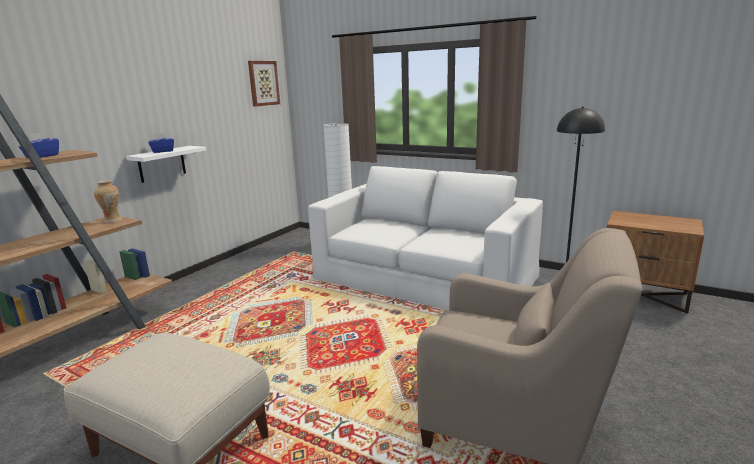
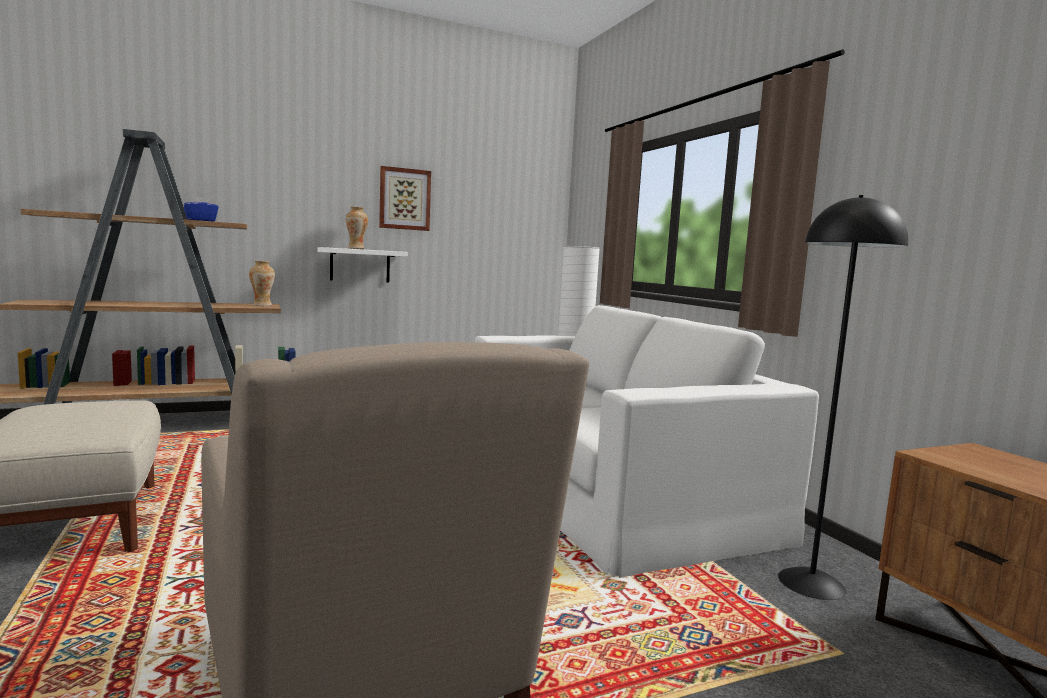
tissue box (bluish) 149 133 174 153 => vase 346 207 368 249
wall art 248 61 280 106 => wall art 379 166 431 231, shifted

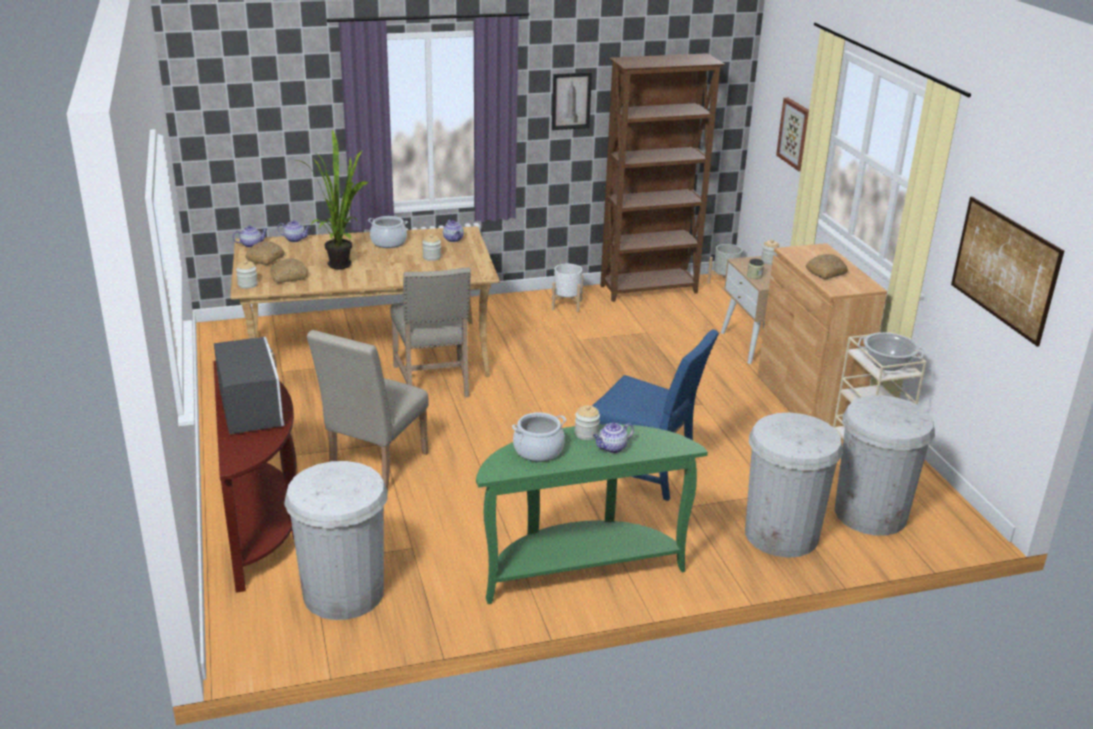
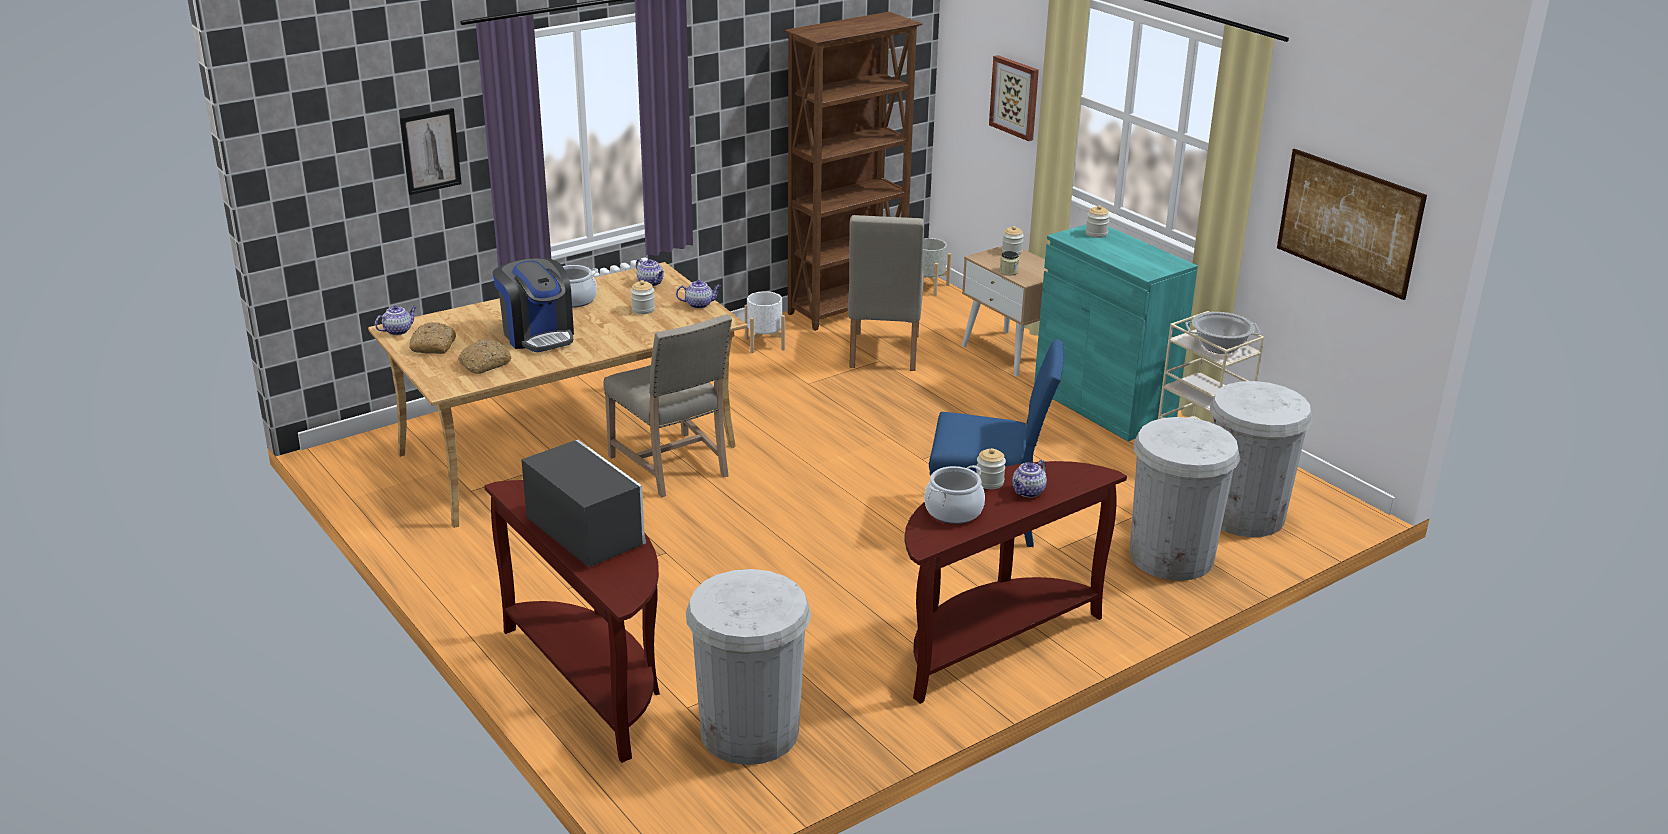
jar 236 260 258 289 => jar 1086 205 1110 238, shifted
pot for tea 278 220 310 242 => pot for tea 676 280 721 309, shifted
houseplant 296 129 368 269 => coffee machine 493 258 574 352
plain chair (beige) 307 330 429 490 => plain chair (beige) 848 215 924 371, shifted
narrow table (greenish) 476 424 708 604 => narrow table (brownish) 904 461 1127 704
wall art 552 72 592 130 => wall art 400 108 462 195, shifted
cabinet (brownish) 758 243 887 427 => cabinet (turquoise) 1034 224 1198 441
bakery bread 806 254 848 279 => nothing

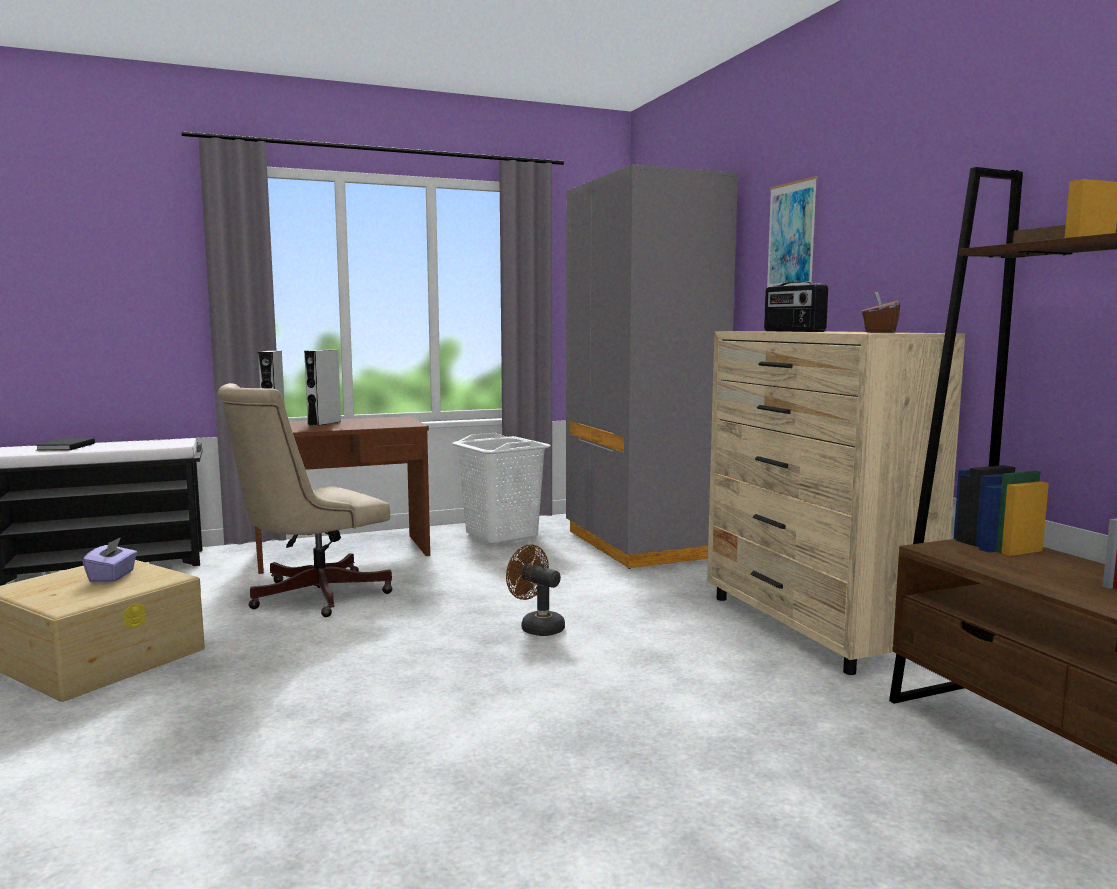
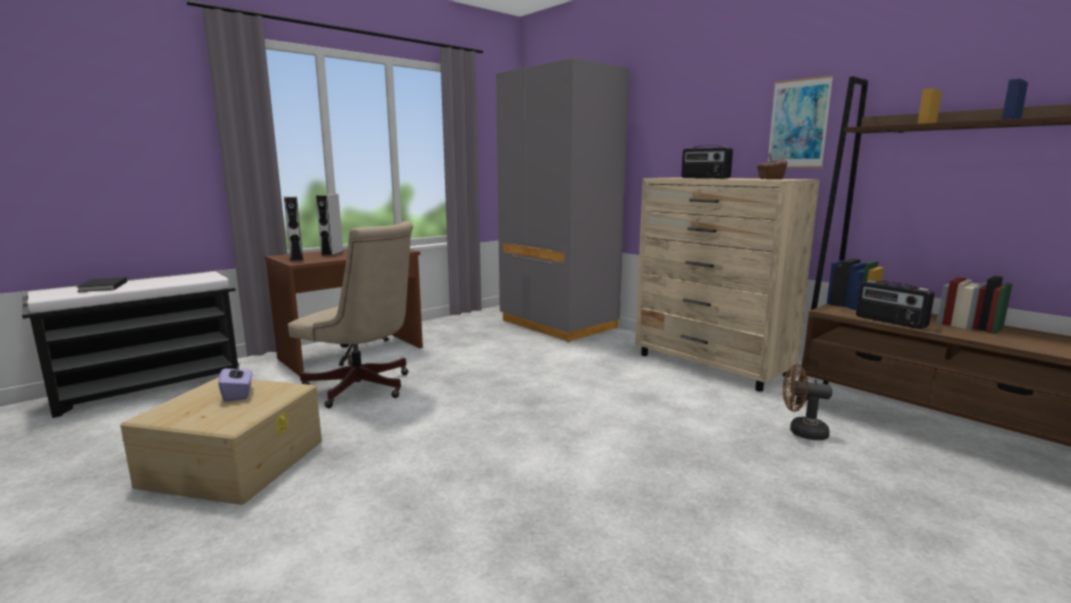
office chair (beige) 218 383 393 617 => office chair (beige) 288 221 413 408, 90 degrees counterclockwise
hamper (whitish) 452 433 550 544 => nothing
fan (brownish) 506 544 565 636 => fan (brownish) 783 365 832 440, shifted
wall art 767 176 818 288 => wall art 768 75 833 168, shifted
nothing => radio 856 280 934 329

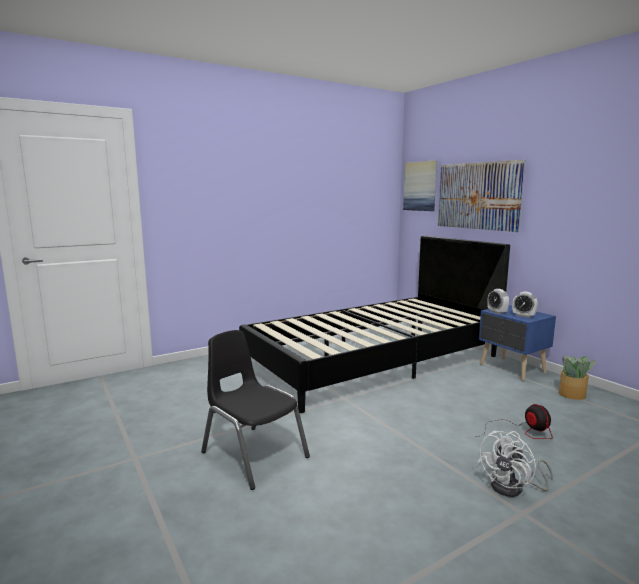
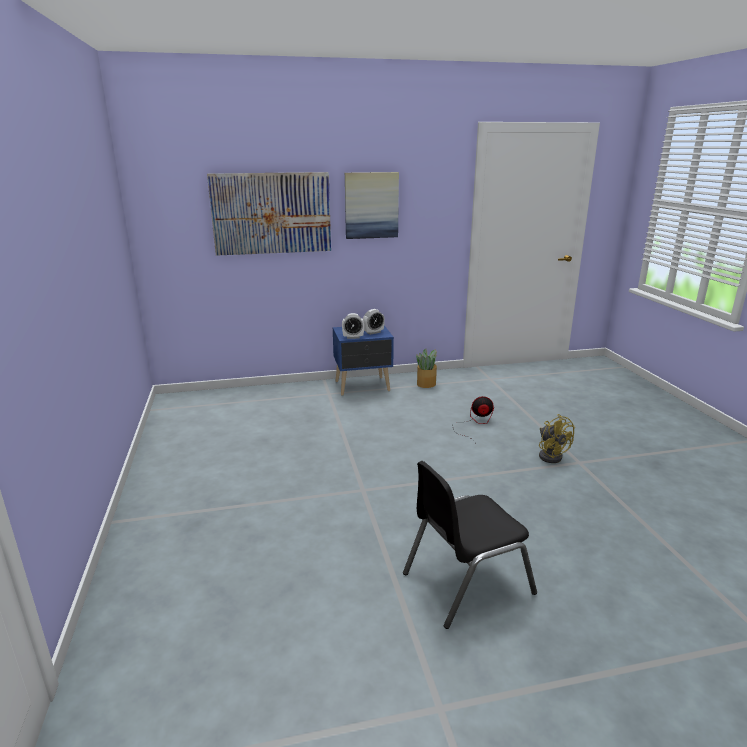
bedroom bed (black) 239 235 510 413 => nothing
wall art 403 160 437 211 => wall art 345 172 399 239, shifted
fan (whitish) 478 431 553 497 => fan (yellow-coloured) 539 414 575 463

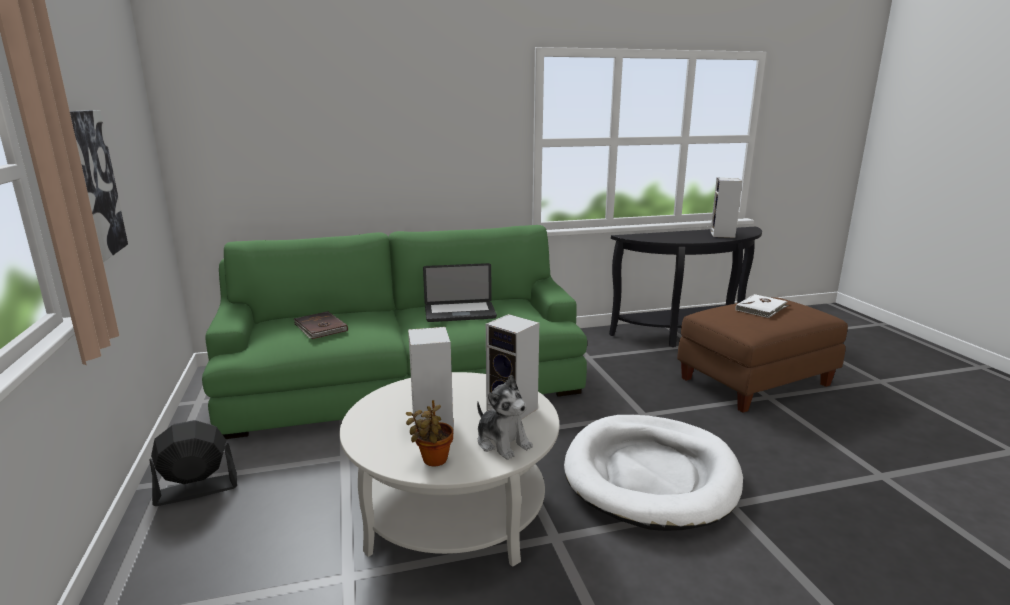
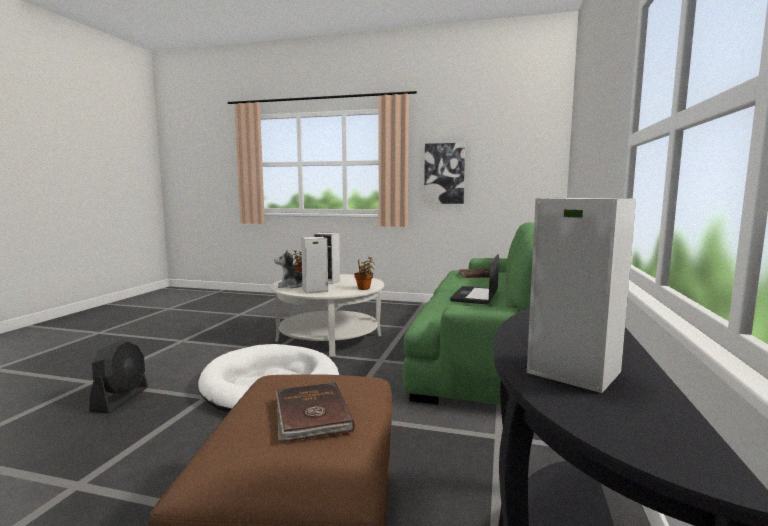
fan (black) 150 420 237 506 => fan (black) 89 339 148 413, shifted
volume (whitish) 735 294 789 318 => volume (brownish) 276 382 355 442
nothing => houseplant 354 257 374 290

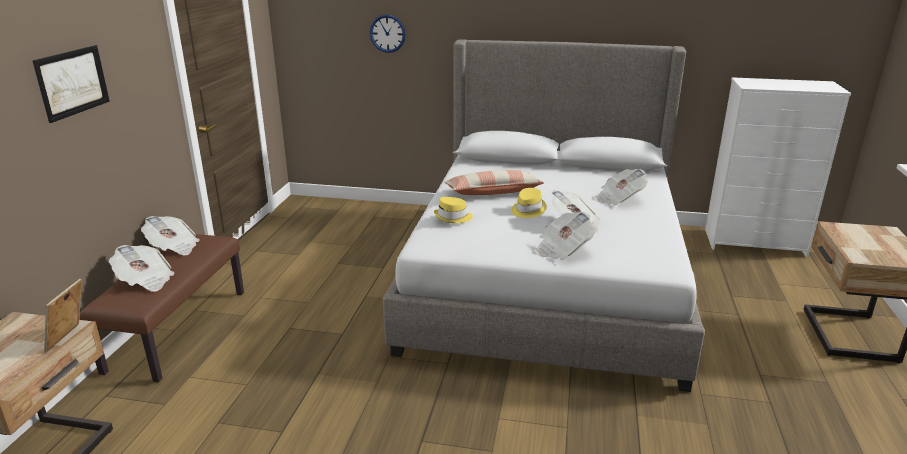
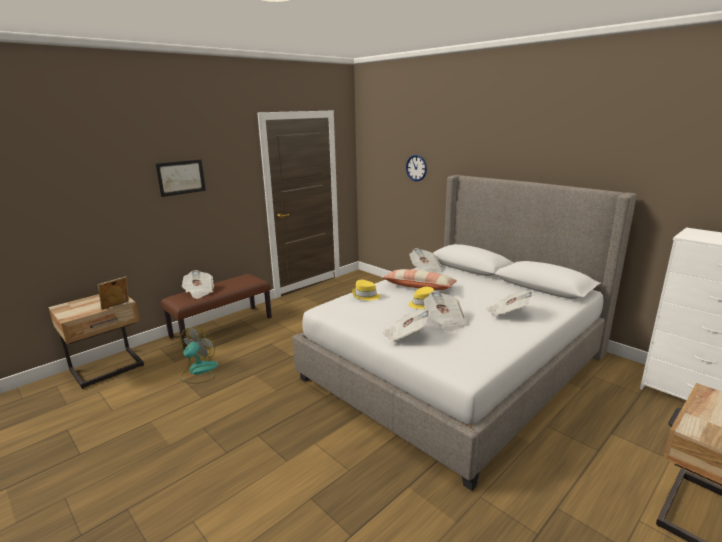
daily paper 141 216 200 255 => daily paper 409 248 442 273, shifted
nothing => fan 180 327 218 383

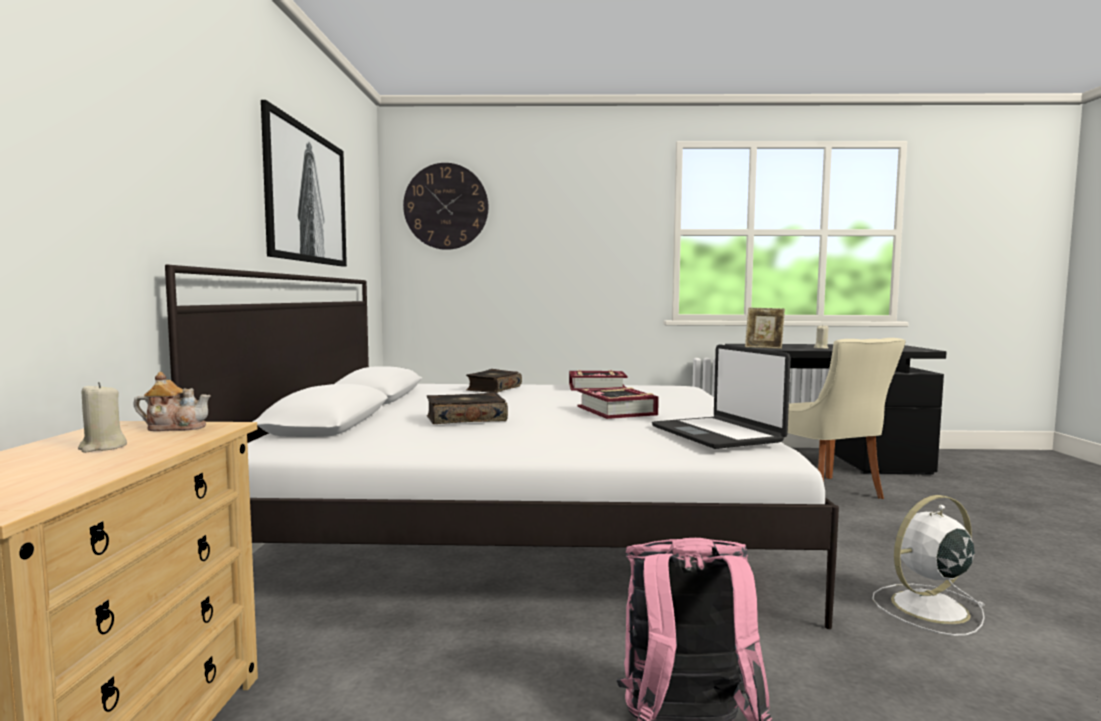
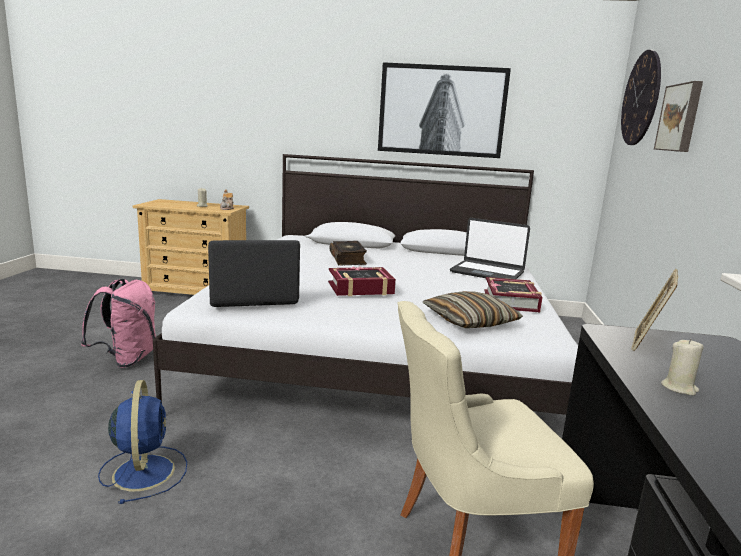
volume 466 369 522 393 => notebook computer 450 218 530 279
fan (whitish) 872 495 986 636 => fan (bluish) 98 380 187 504
nothing => pillow 423 291 523 328
nothing => wall art 654 81 703 152

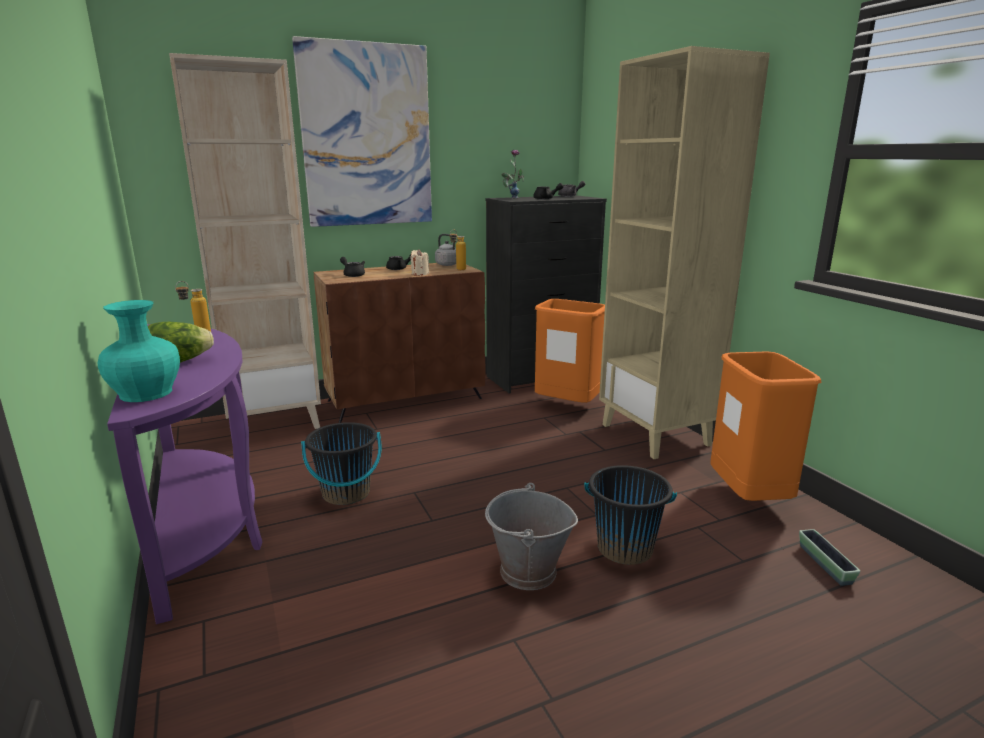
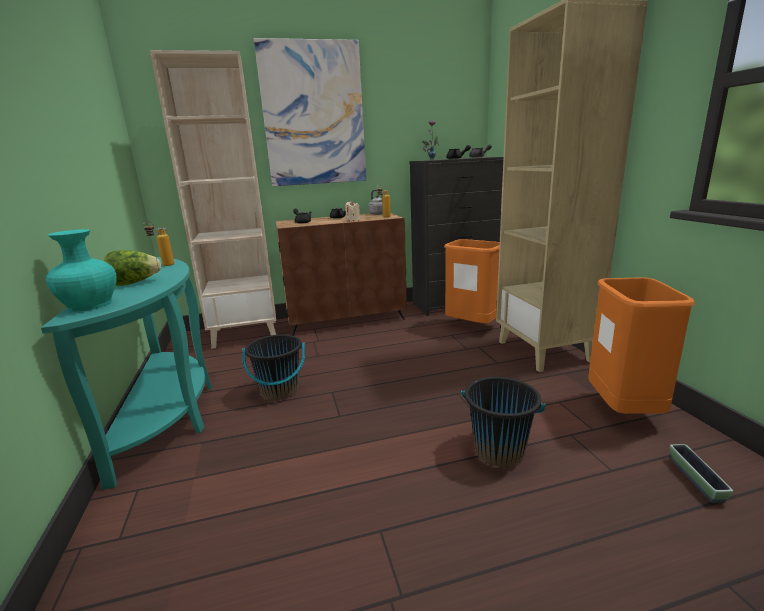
narrow table (purplish) 107 324 263 624 => narrow table (turquoise) 41 257 213 490
water bucket (gray) 485 483 578 590 => nothing

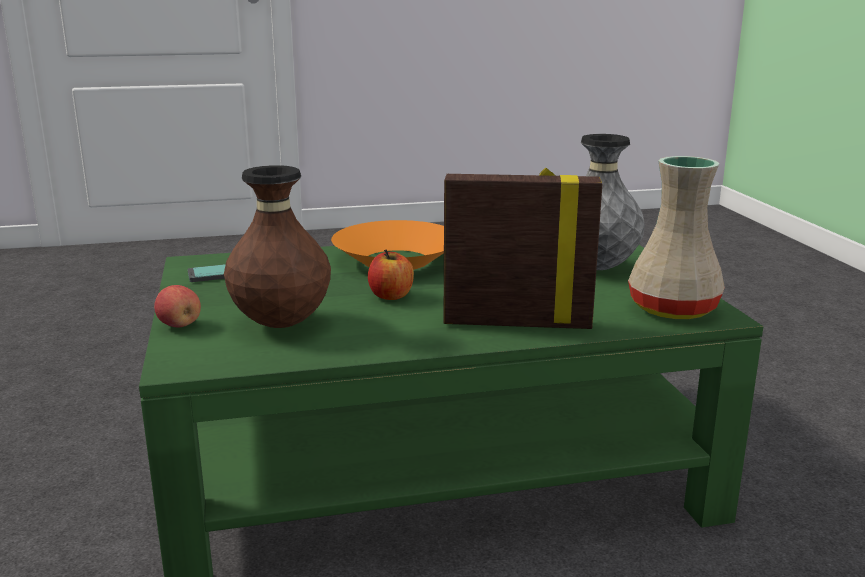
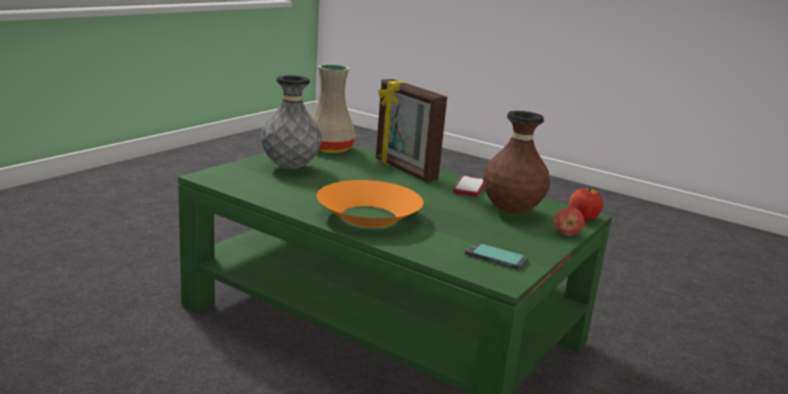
apple 368 250 414 300 => apple 569 188 603 221, shifted
nothing => telephone 453 176 484 197

